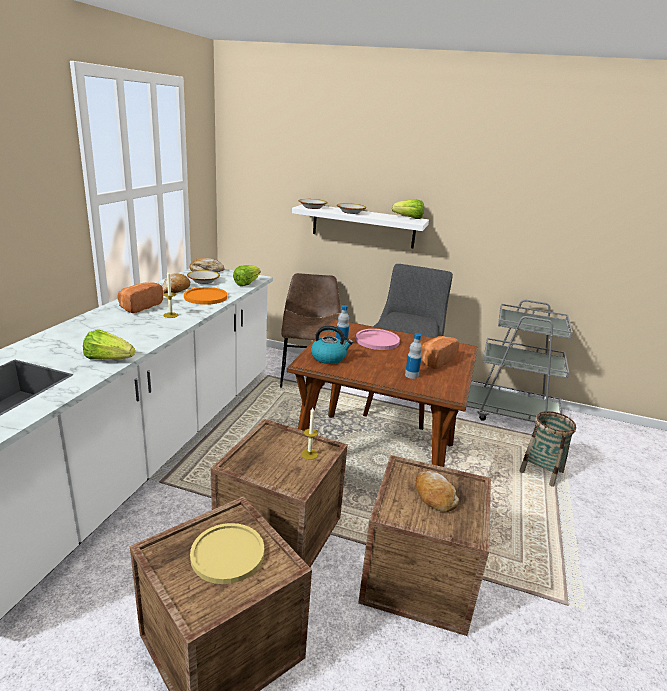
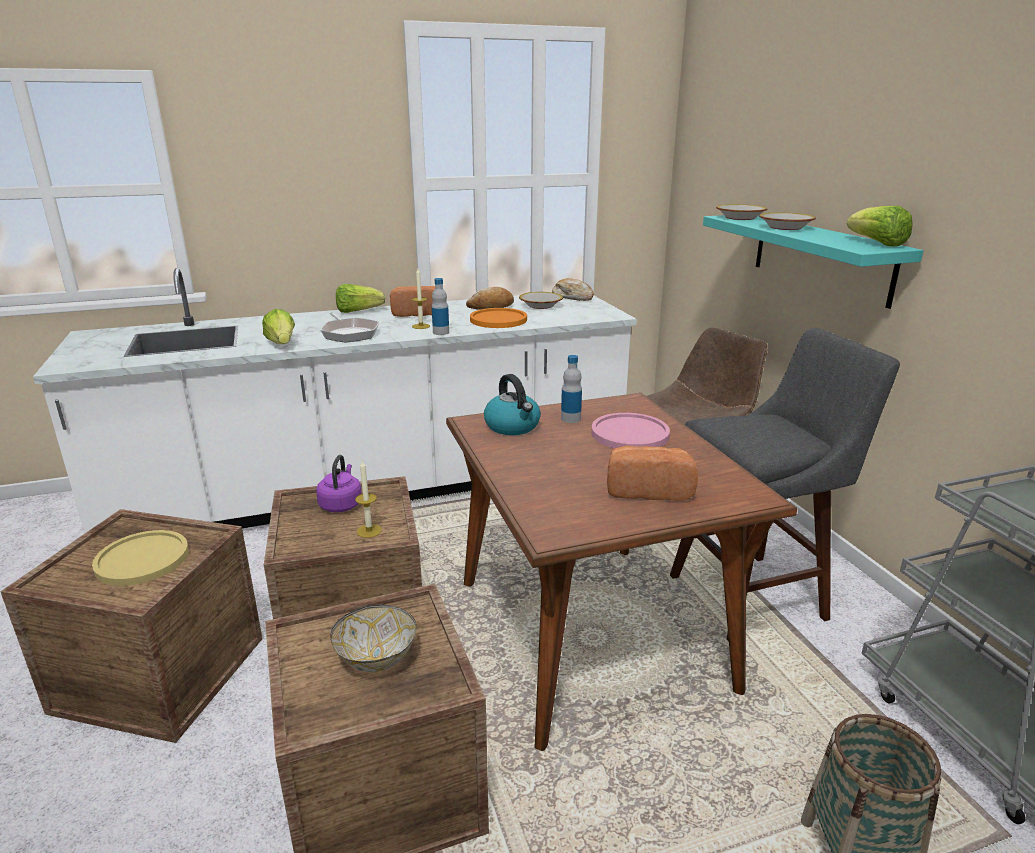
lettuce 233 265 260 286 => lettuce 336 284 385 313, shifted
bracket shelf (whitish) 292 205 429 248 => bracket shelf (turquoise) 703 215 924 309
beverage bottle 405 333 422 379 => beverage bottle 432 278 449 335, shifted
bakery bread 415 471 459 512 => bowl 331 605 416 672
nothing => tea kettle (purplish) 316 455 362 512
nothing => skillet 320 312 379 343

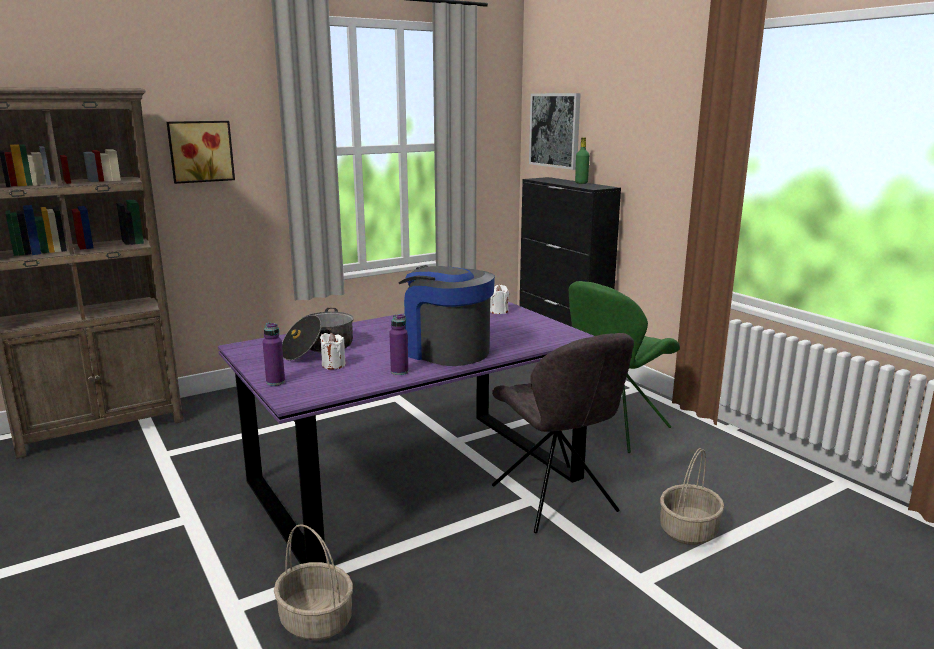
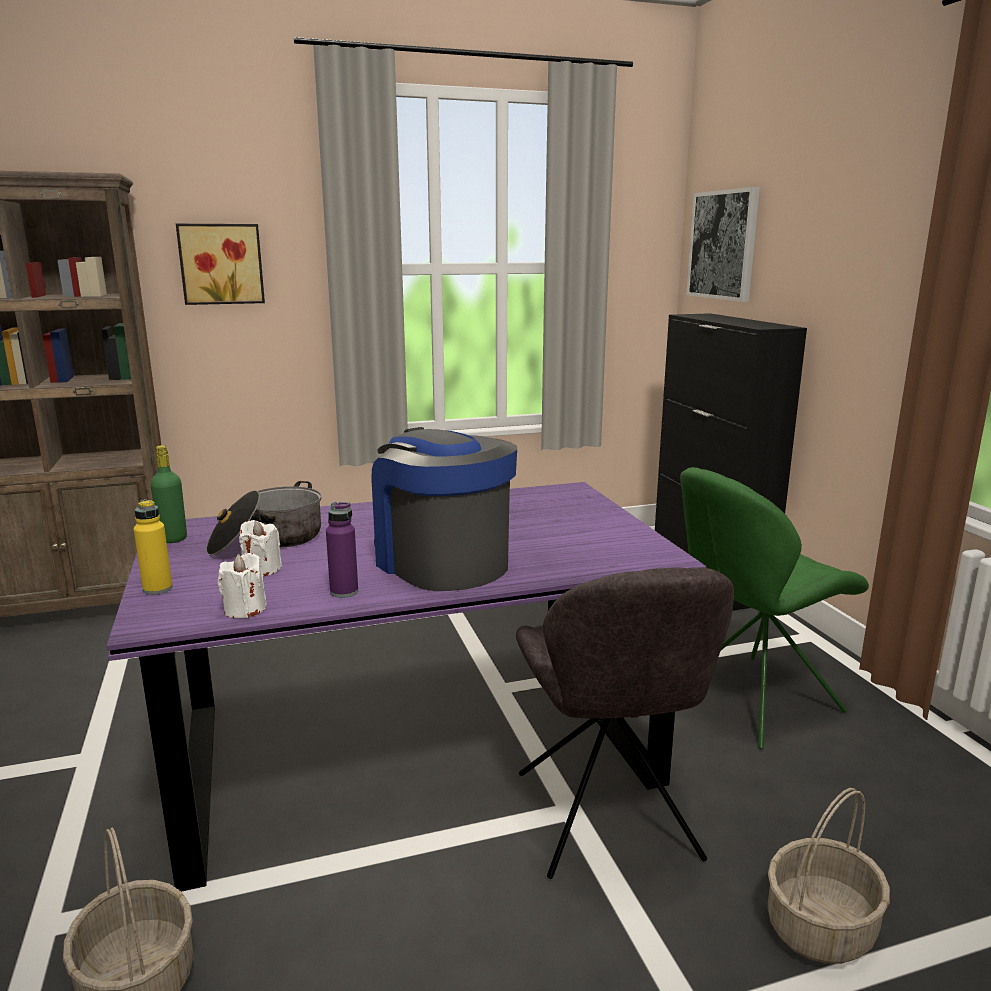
beverage bottle (purplish) 262 323 285 386 => beverage bottle (yellow-coloured) 134 499 173 595
candle (whitish) 490 285 509 314 => candle (whitish) 218 553 267 618, shifted
beverage bottle (greenish) 575 137 590 184 => beverage bottle (greenish) 150 445 187 543, shifted

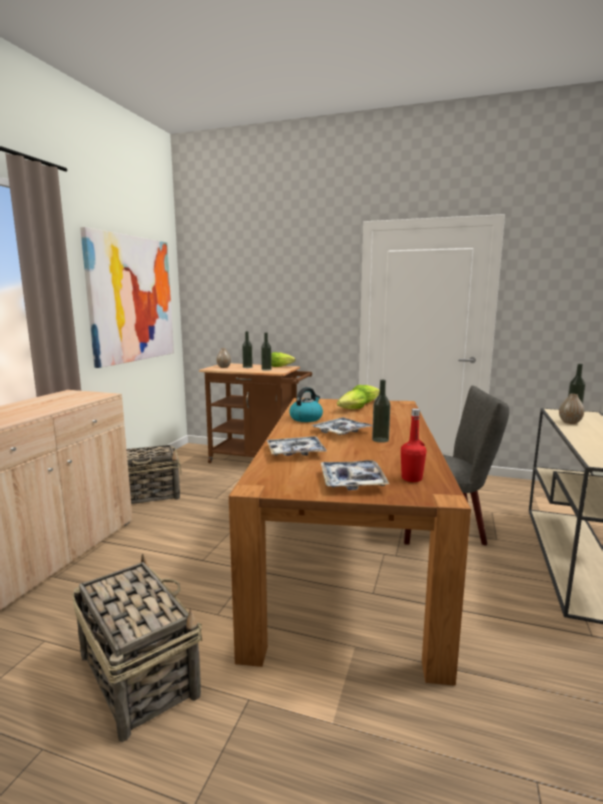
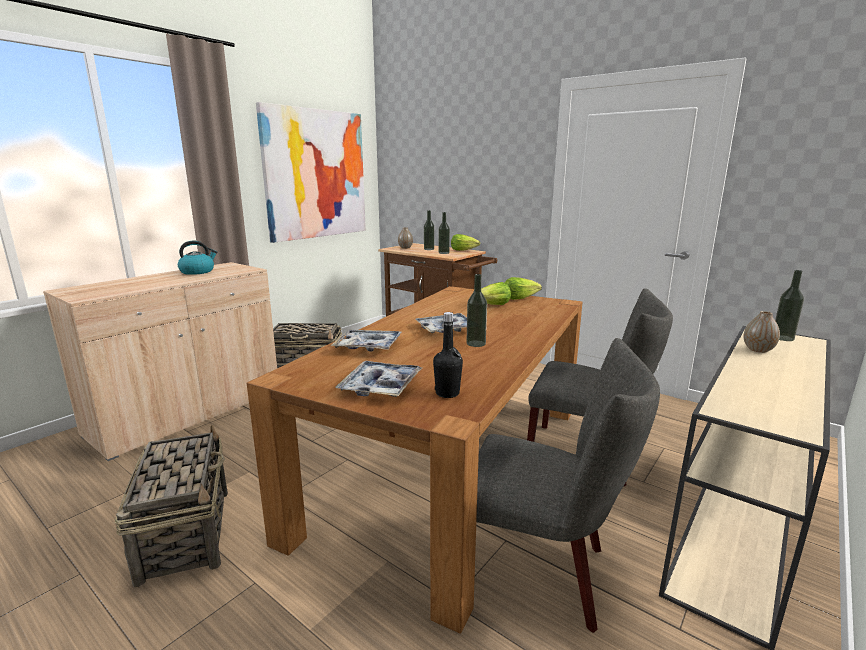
tea kettle 289 387 323 422 => tea kettle 178 241 217 275, shifted
beverage bottle (red-coloured) 401 408 426 482 => beverage bottle (black) 433 312 463 398
nothing => plain chair (gray) 476 338 660 633

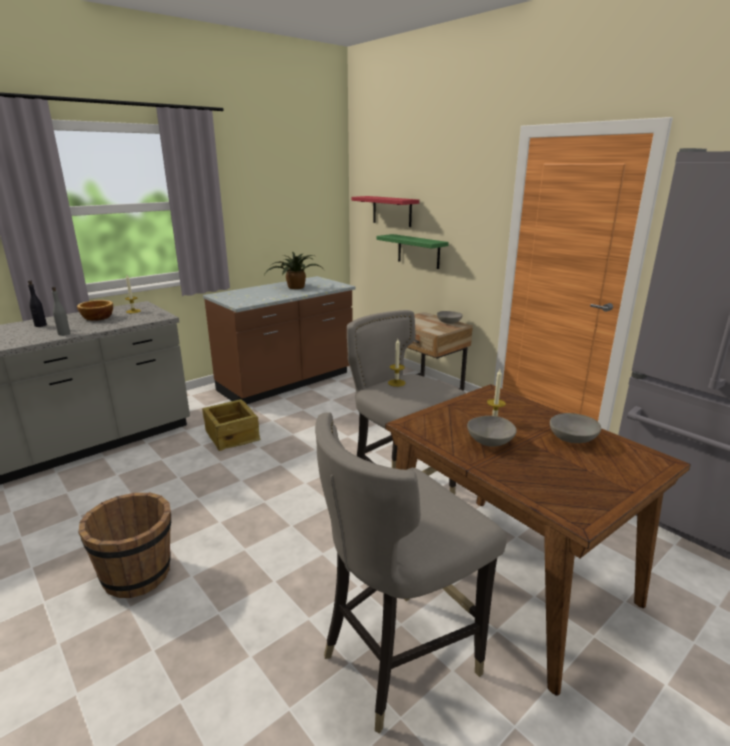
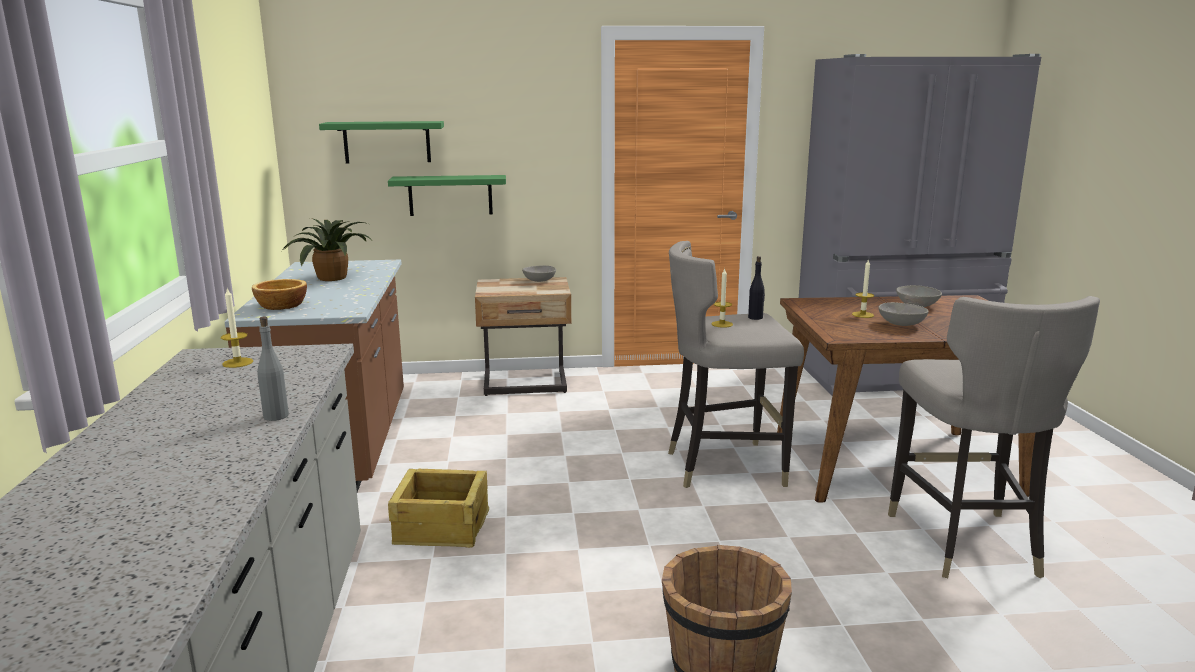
beverage bottle (black) 28 280 47 327 => beverage bottle (black) 748 256 765 320, shifted
bowl 77 300 113 321 => bowl 252 279 307 310, shifted
bracket shelf (red-coloured) 352 196 419 227 => bracket shelf (greenish) 319 121 444 163

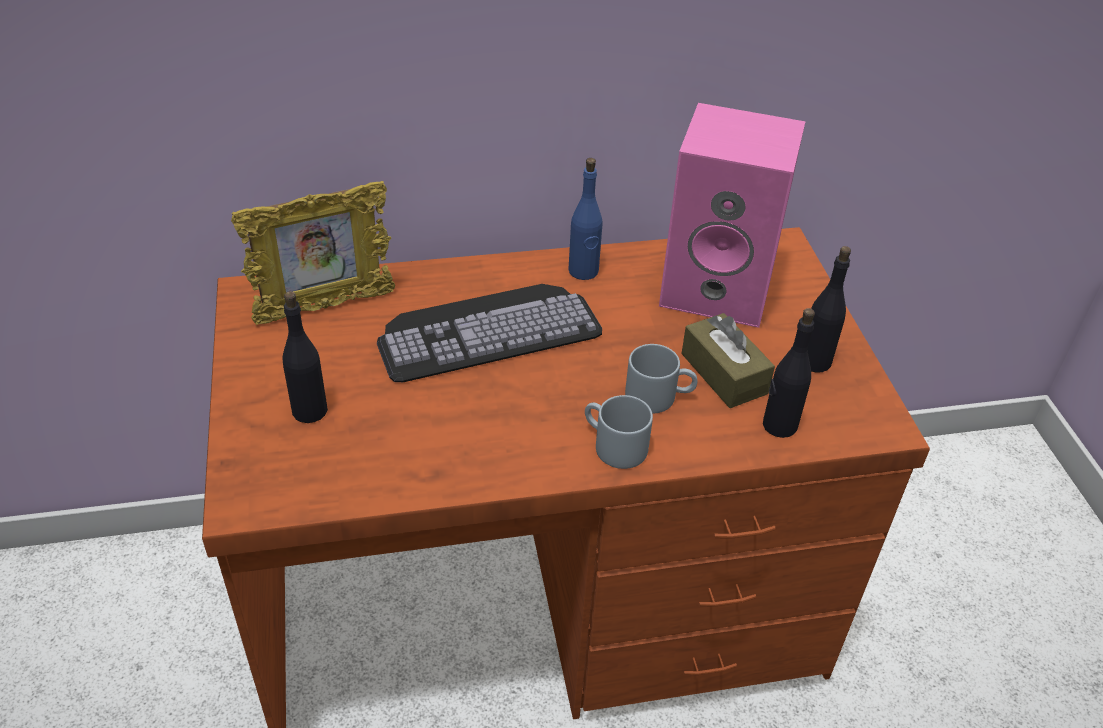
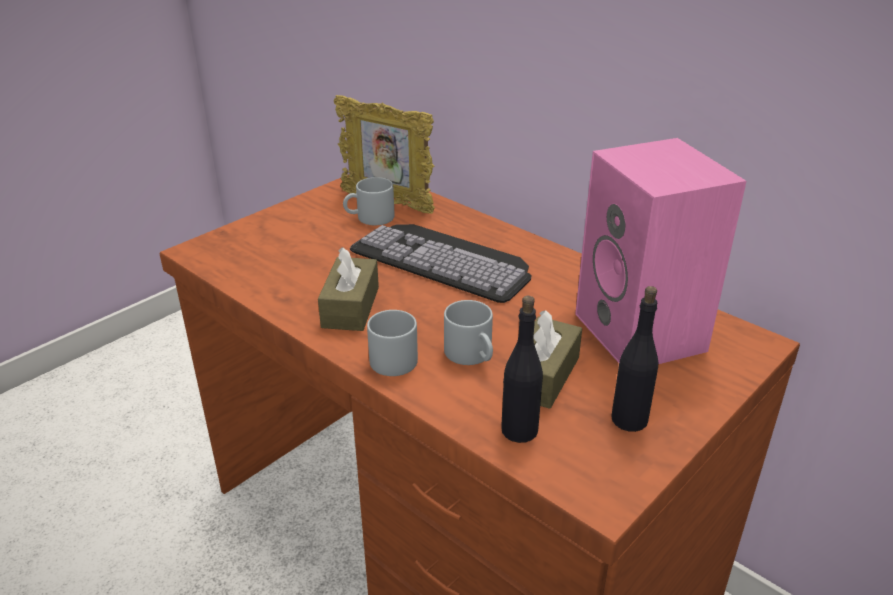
beverage bottle (black) 282 291 328 423 => nothing
beverage bottle (bluish) 568 158 602 280 => nothing
nothing => tissue box (brownish) 318 247 379 331
nothing => mug (gray) 343 177 394 225

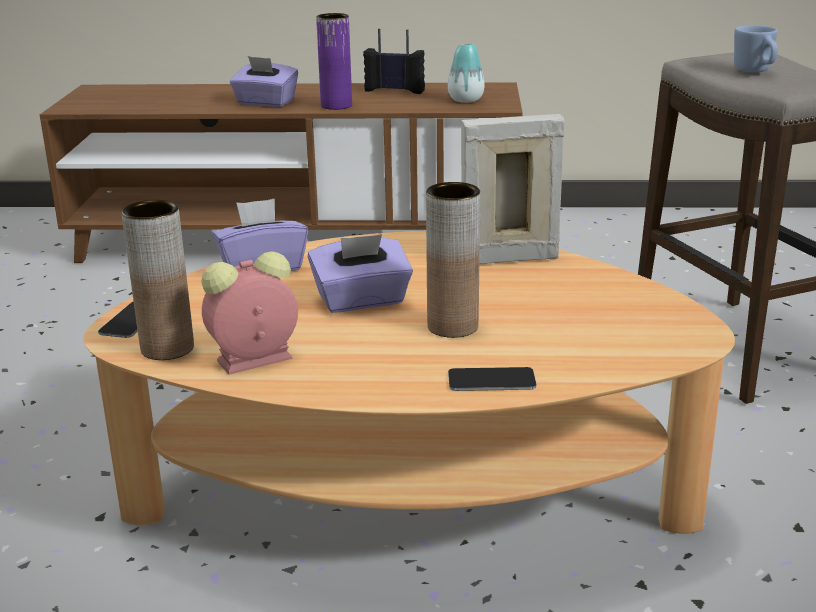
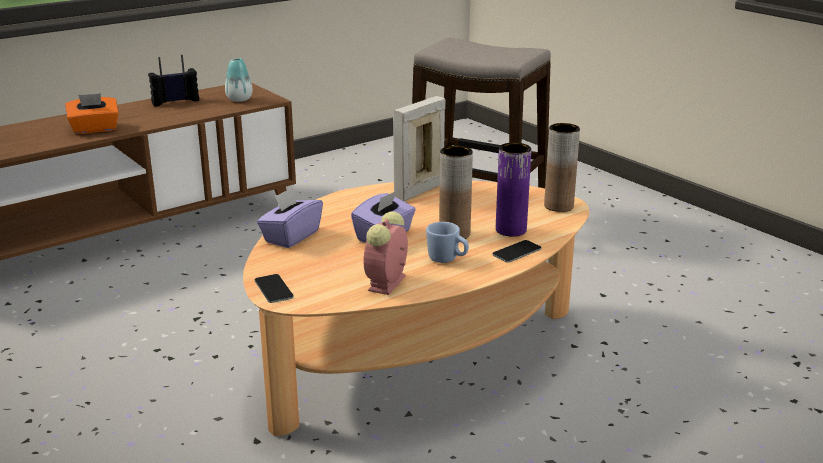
vase (brownish) 121 200 194 360 => vase (brownish) 544 123 580 212, shifted
tissue box (purplish) 230 56 298 107 => tissue box (orange) 65 93 119 134
vase (purplish) 316 13 352 110 => vase (purplish) 496 143 531 237, shifted
mug (bluish) 734 25 778 72 => mug (bluish) 426 222 469 263, shifted

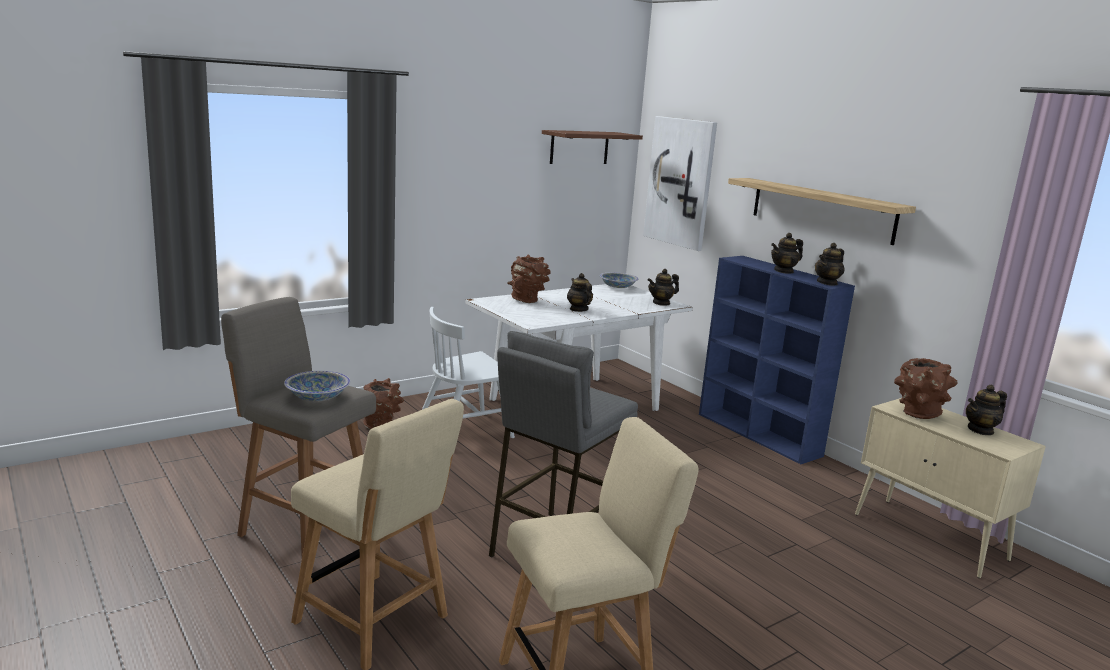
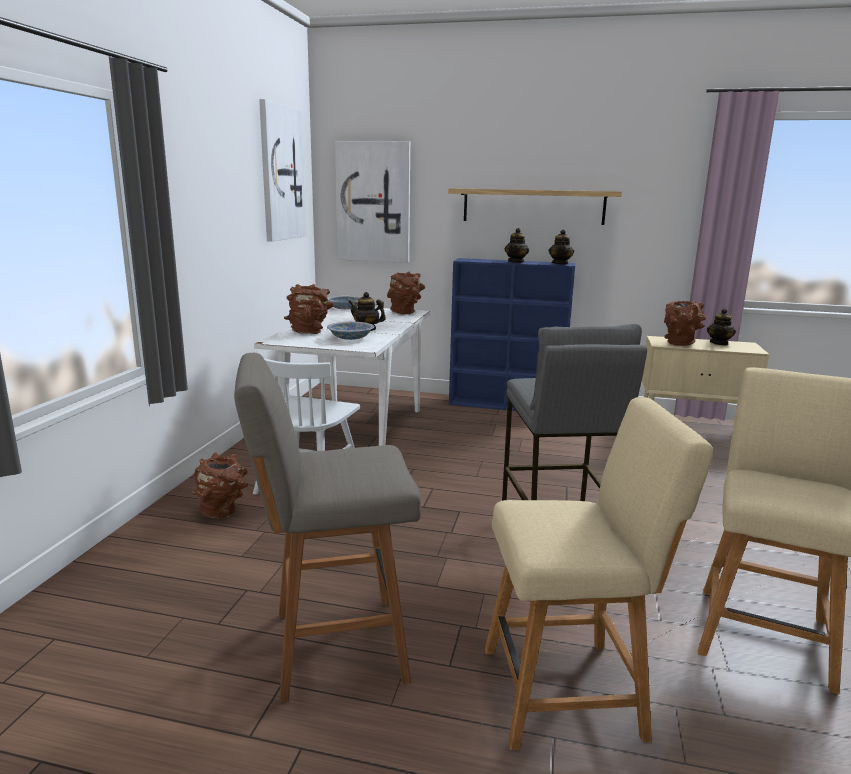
bowl 284 371 350 401 => bowl 327 322 374 340, shifted
bracket shelf (brownish) 542 130 643 164 => wall art 259 99 307 242
pot for tea 648 269 679 306 => vase (brownish) 387 272 425 314

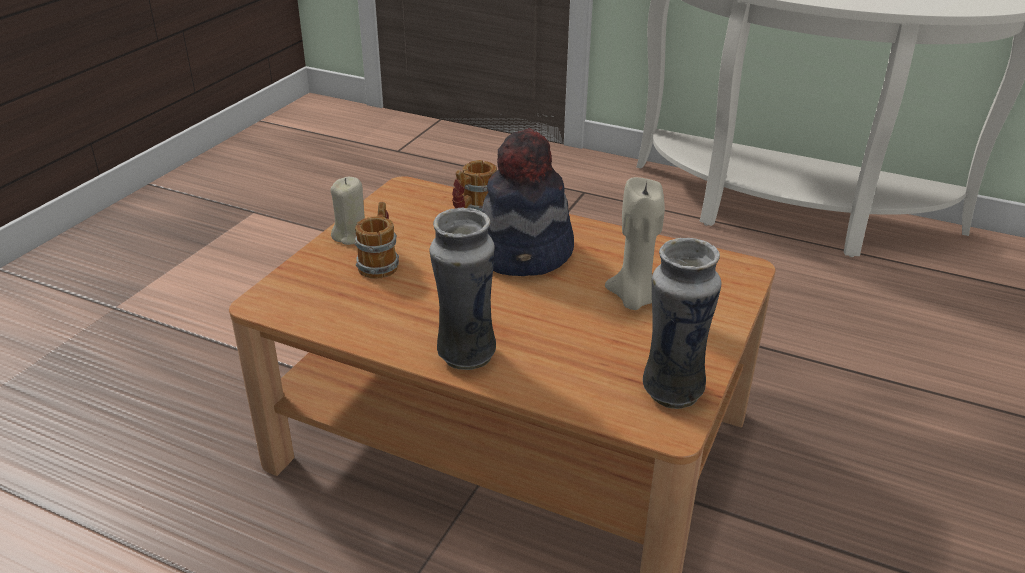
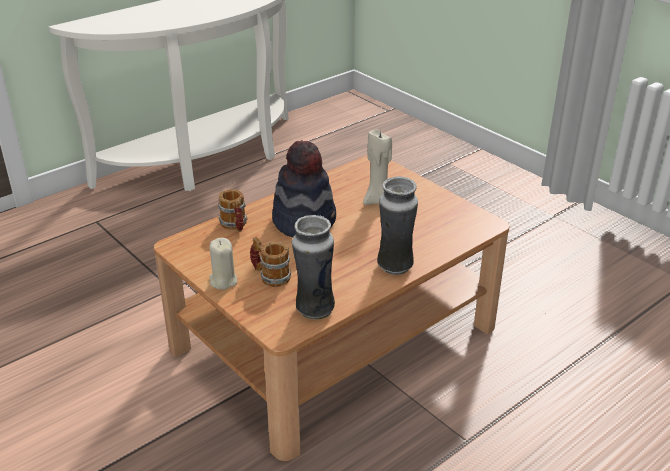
vase 643 238 721 409 => vase 292 215 335 320, shifted

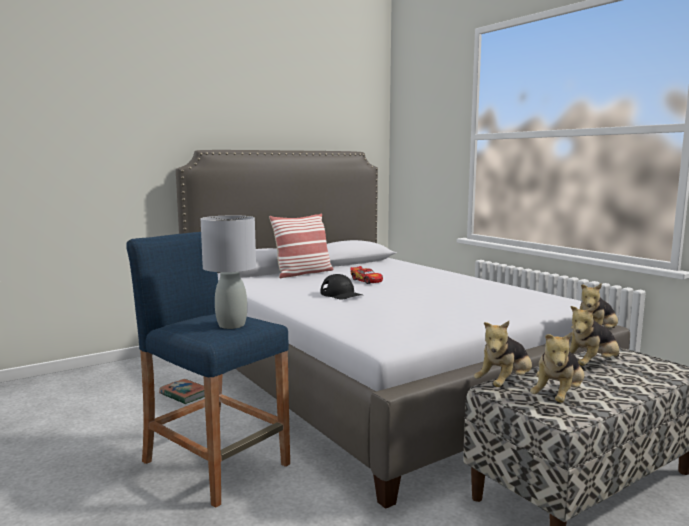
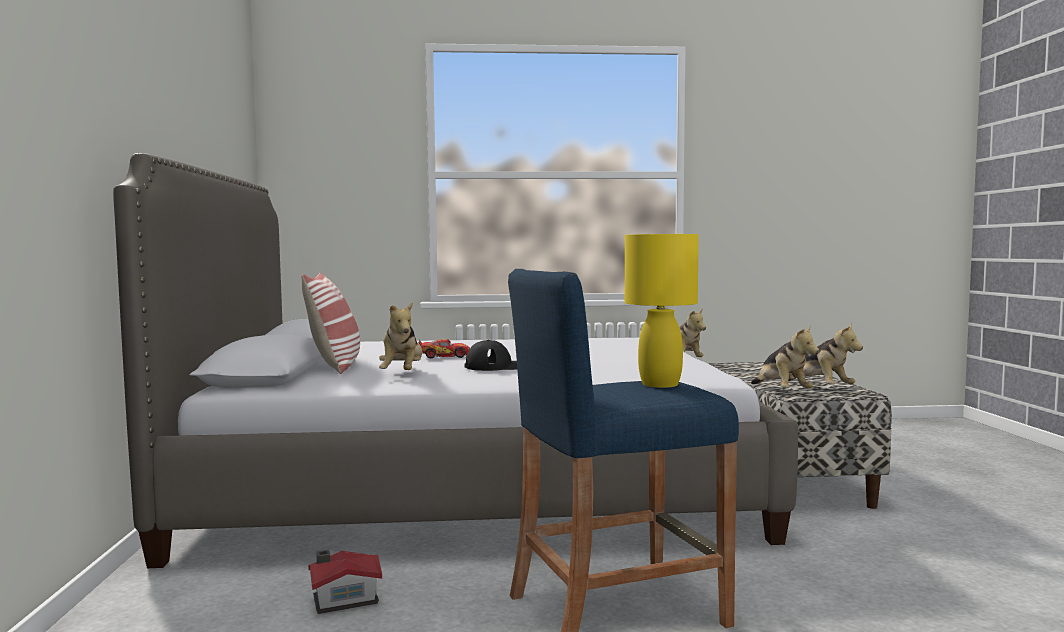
volume 159 379 205 404 => miniature house 308 550 382 614
table lamp (gray) 201 215 256 329 => table lamp (yellow-coloured) 625 234 699 388
plush toy 570 306 619 366 => plush toy 379 302 423 370, shifted

